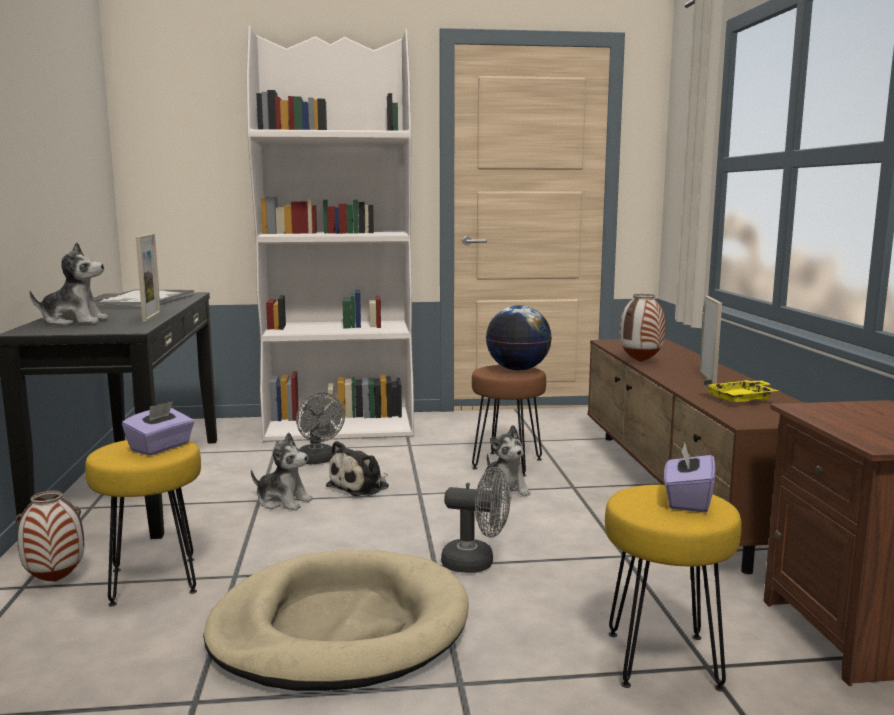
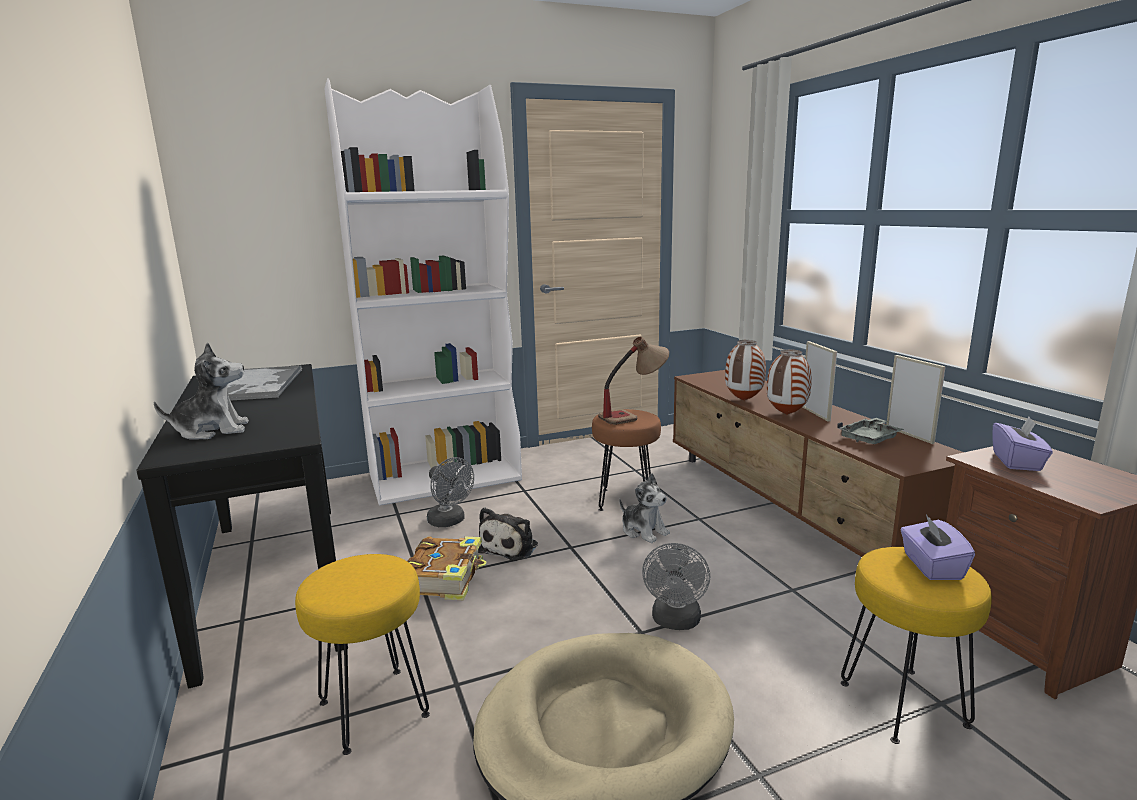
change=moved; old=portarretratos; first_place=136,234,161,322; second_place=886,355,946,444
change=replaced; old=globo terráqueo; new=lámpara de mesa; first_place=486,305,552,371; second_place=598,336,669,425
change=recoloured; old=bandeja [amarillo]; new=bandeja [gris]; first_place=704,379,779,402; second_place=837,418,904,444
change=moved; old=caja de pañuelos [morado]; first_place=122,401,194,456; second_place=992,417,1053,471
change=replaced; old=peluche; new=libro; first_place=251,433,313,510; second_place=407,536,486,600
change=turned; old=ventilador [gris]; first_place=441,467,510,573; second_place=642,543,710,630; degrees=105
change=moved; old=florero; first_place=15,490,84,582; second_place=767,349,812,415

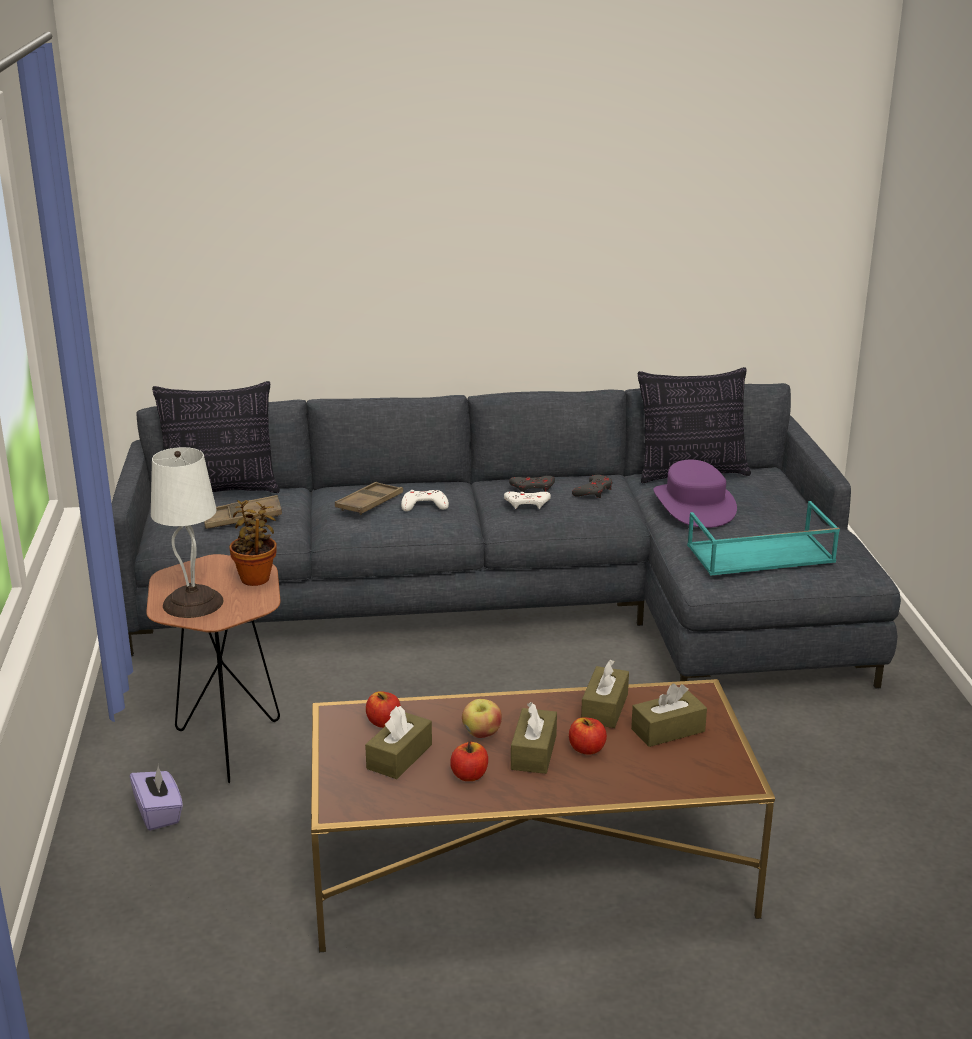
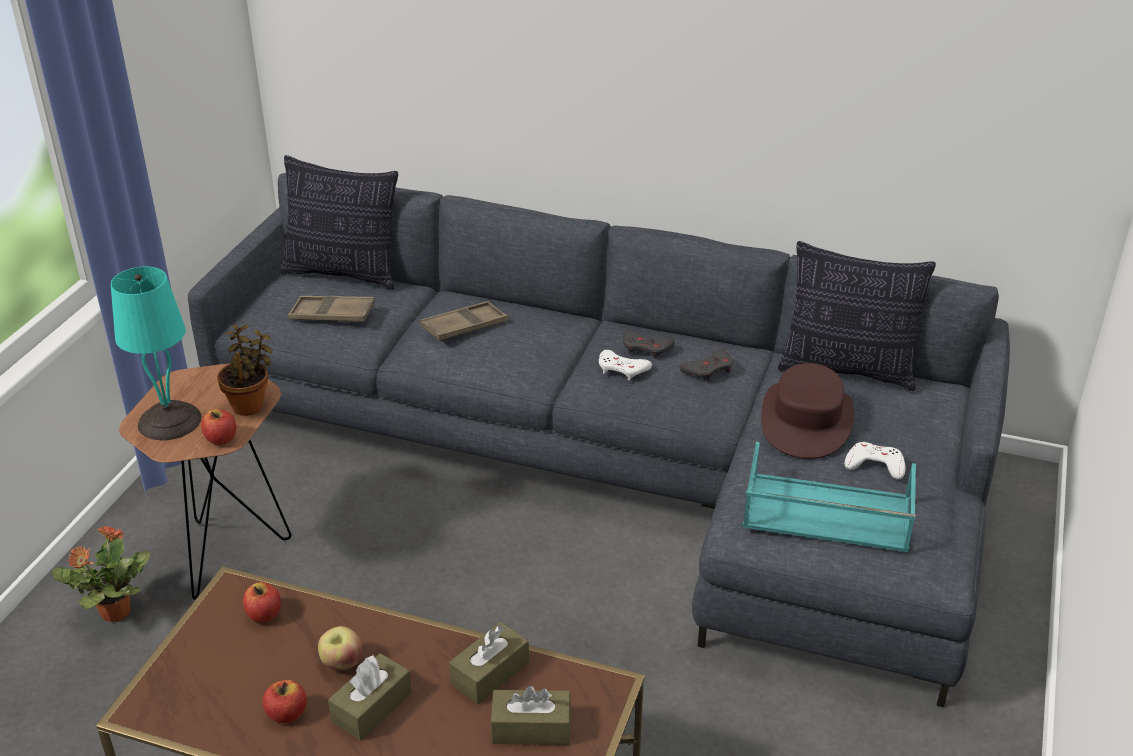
change=recoloured; old=lámpara de mesa [blanco]; new=lámpara de mesa [turquesa]; first_place=151,447,224,618; second_place=111,267,202,440
change=recoloured; old=sombrero [morado]; new=sombrero [marrón]; first_place=653,460,737,528; second_place=761,363,854,459
change=moved; old=mando de consola [blanco]; first_place=401,490,449,511; second_place=845,442,905,479
change=removed; old=caja de pañuelos [marrón]; first_place=365,706,432,779
change=moved; old=manzana; first_place=569,718,607,755; second_place=201,409,236,445
change=replaced; old=caja de pañuelos [morado]; new=planta en maceta; first_place=130,764,183,831; second_place=52,526,150,622

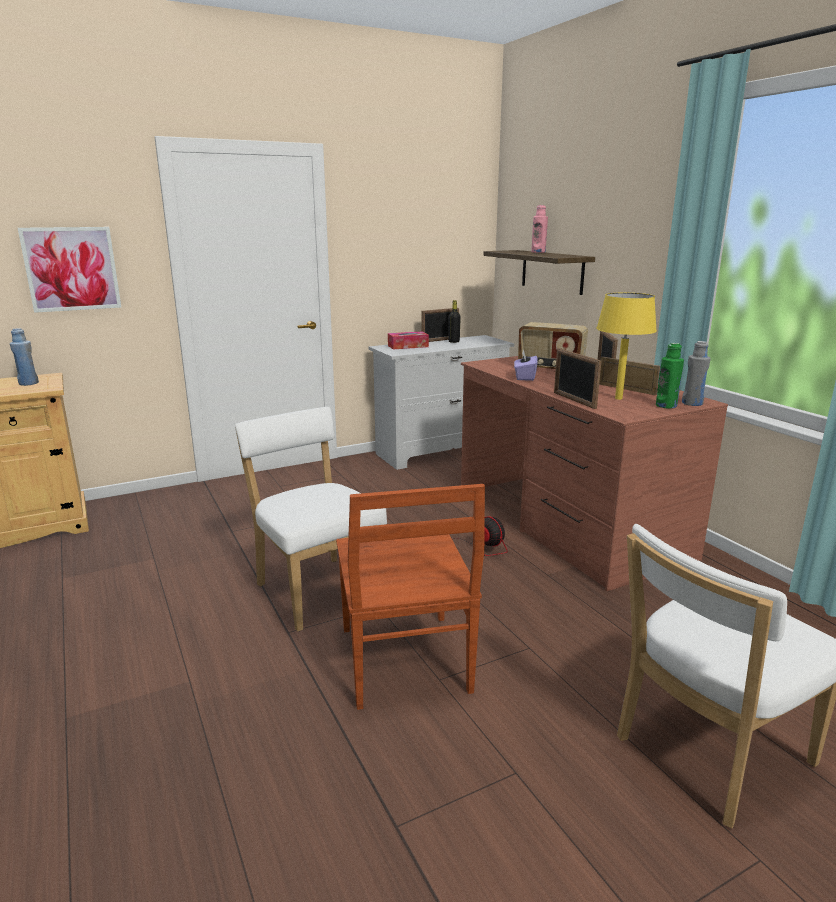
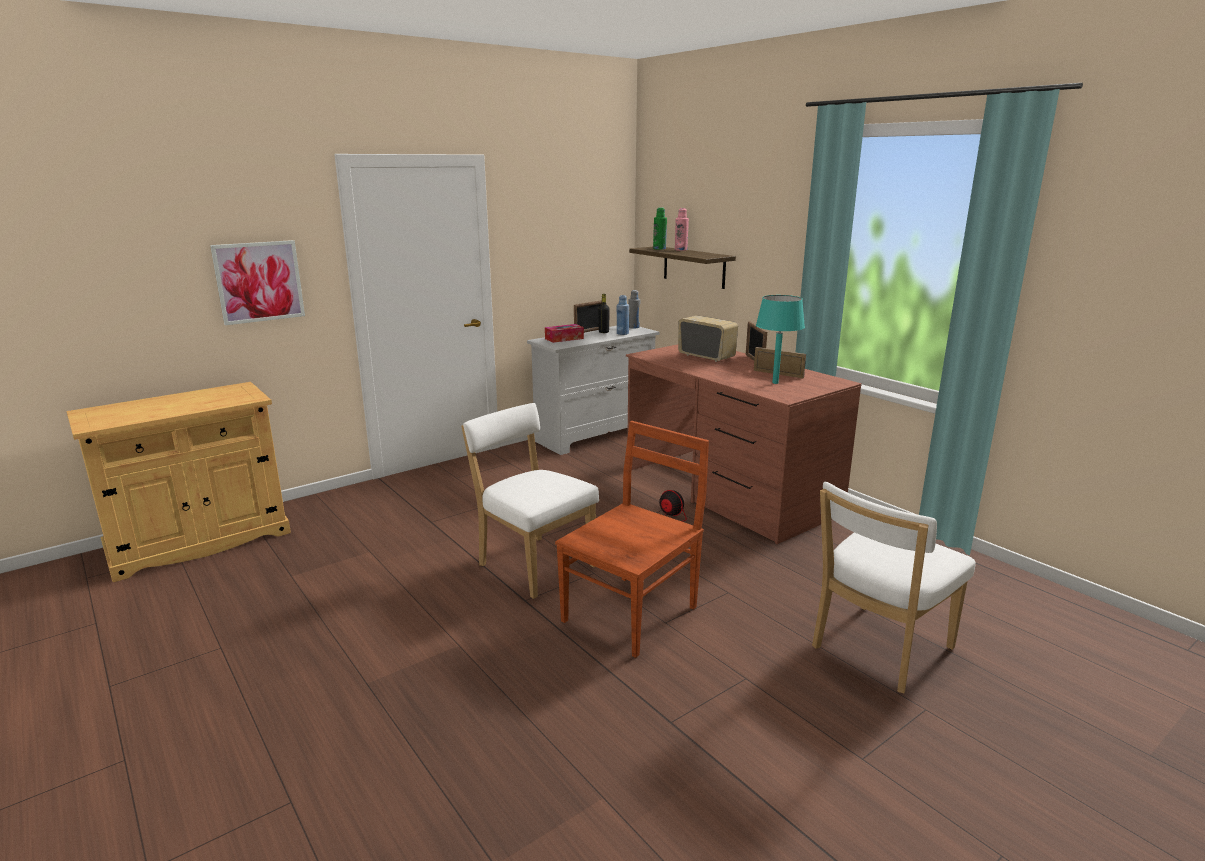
change=recoloured; old=lámpara de mesa [amarillo]; new=lámpara de mesa [turquesa]; first_place=596,293,657,400; second_place=756,295,805,384
change=turned; old=radio; first_place=518,322,588,369; second_place=678,315,738,362; degrees=-150
change=moved; old=botella [azul]; first_place=10,328,39,386; second_place=617,295,629,335
change=moved; old=botella [gris]; first_place=682,341,711,406; second_place=628,290,640,329
change=moved; old=botella [verde]; first_place=656,343,684,409; second_place=653,207,667,250
change=removed; old=portarretratos; first_place=554,348,601,409
change=removed; old=caja de pañuelos [morado]; first_place=514,349,538,381
change=turned; old=silla [marrón]; first_place=336,484,485,710; second_place=555,421,709,658; degrees=-120

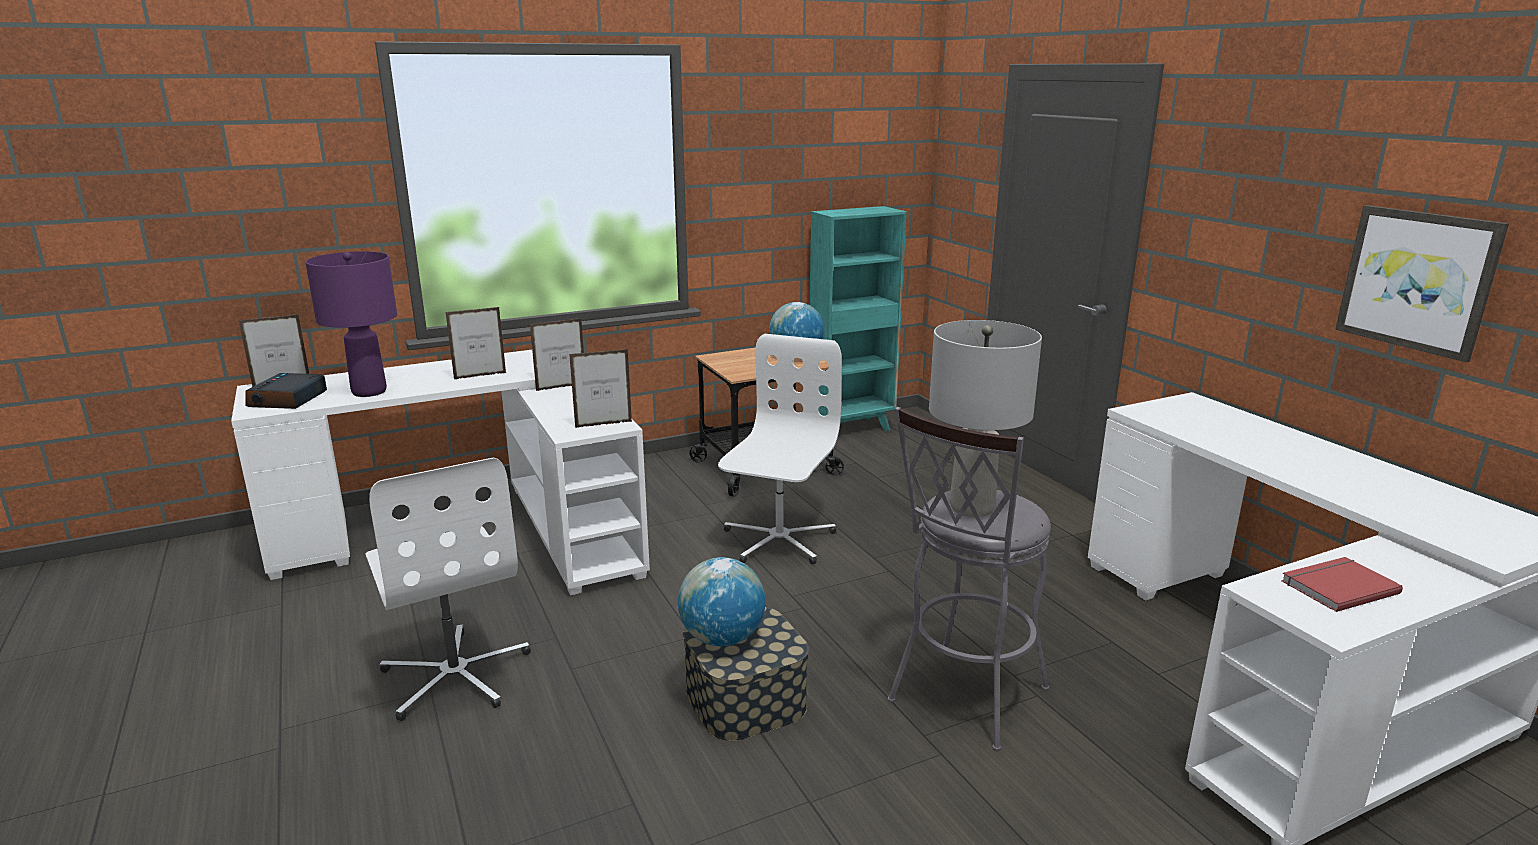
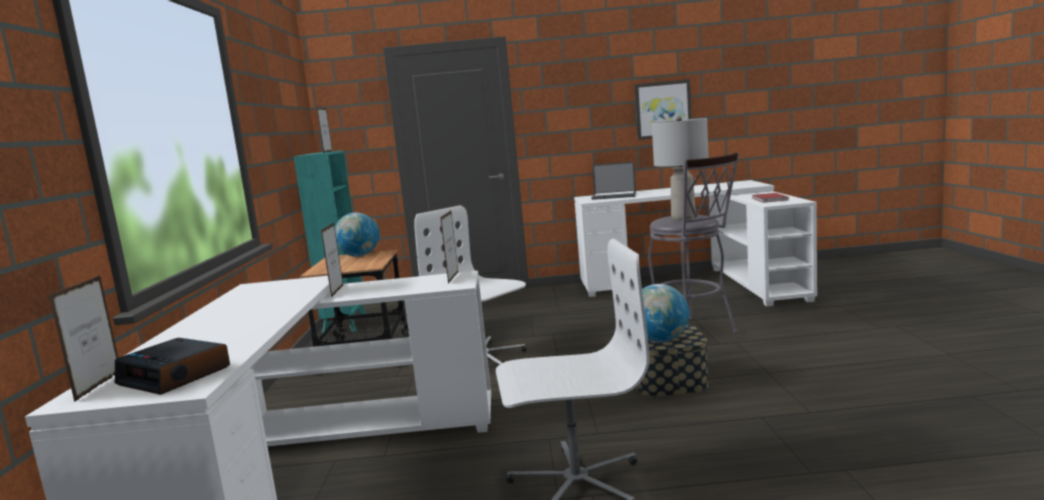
change=removed; old=lámpara de mesa [morado]; first_place=305,251,397,397
change=moved; old=portarretratos; first_place=446,307,506,379; second_place=317,107,333,153
change=added; new=portátil; second_place=591,162,636,200

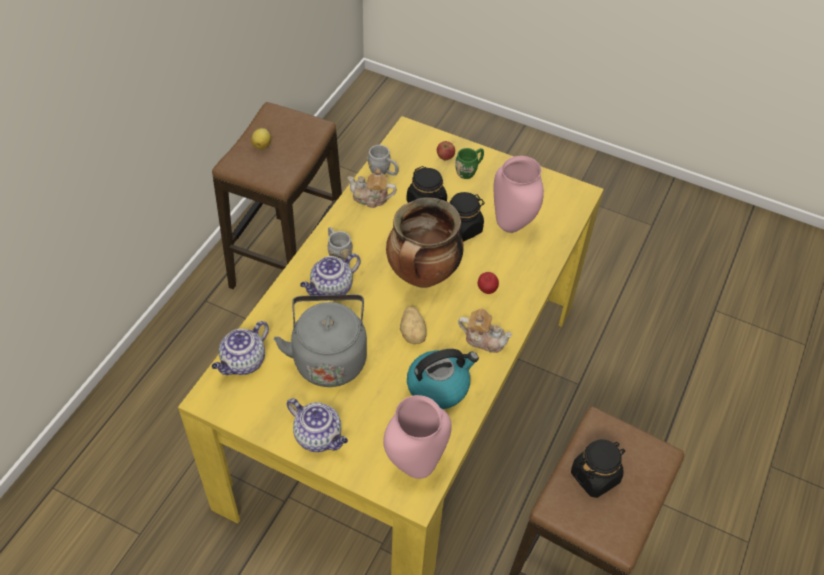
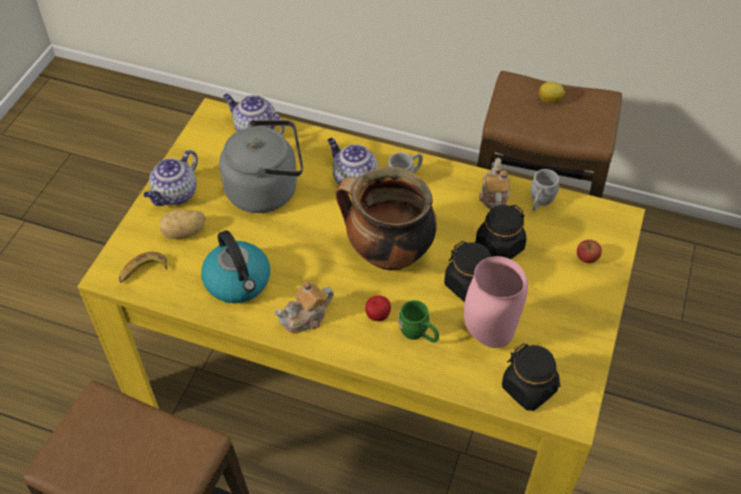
change=moved; old=taza grande [verde]; first_place=455,148,484,179; second_place=398,300,439,343
change=moved; old=patata; first_place=400,306,427,344; second_place=160,209,206,239
change=turned; old=tetera; first_place=458,308,512,353; second_place=274,281,334,333; degrees=45
change=replaced; old=florero [rosa]; new=plátano; first_place=383,395,452,479; second_place=119,252,167,283
change=moved; old=tarro [negro]; first_place=571,439,625,498; second_place=502,343,561,411

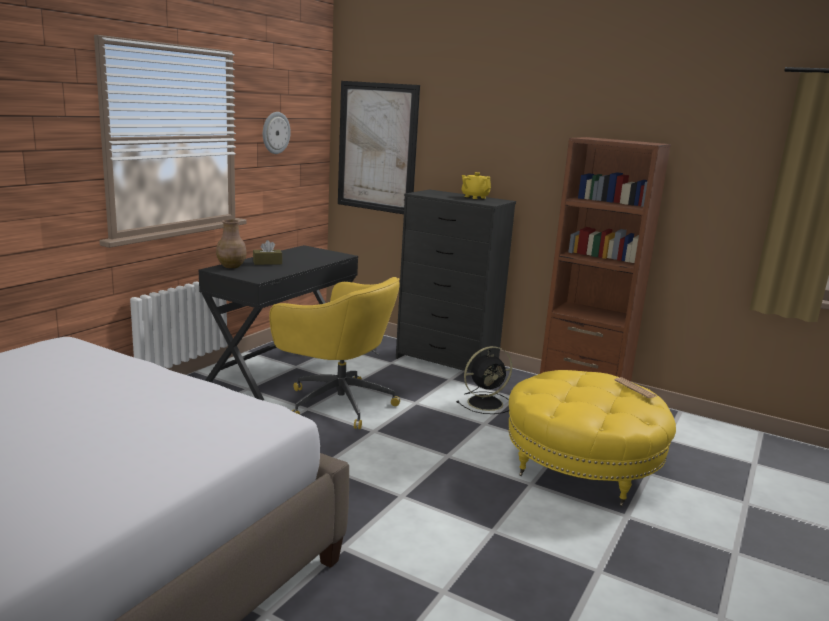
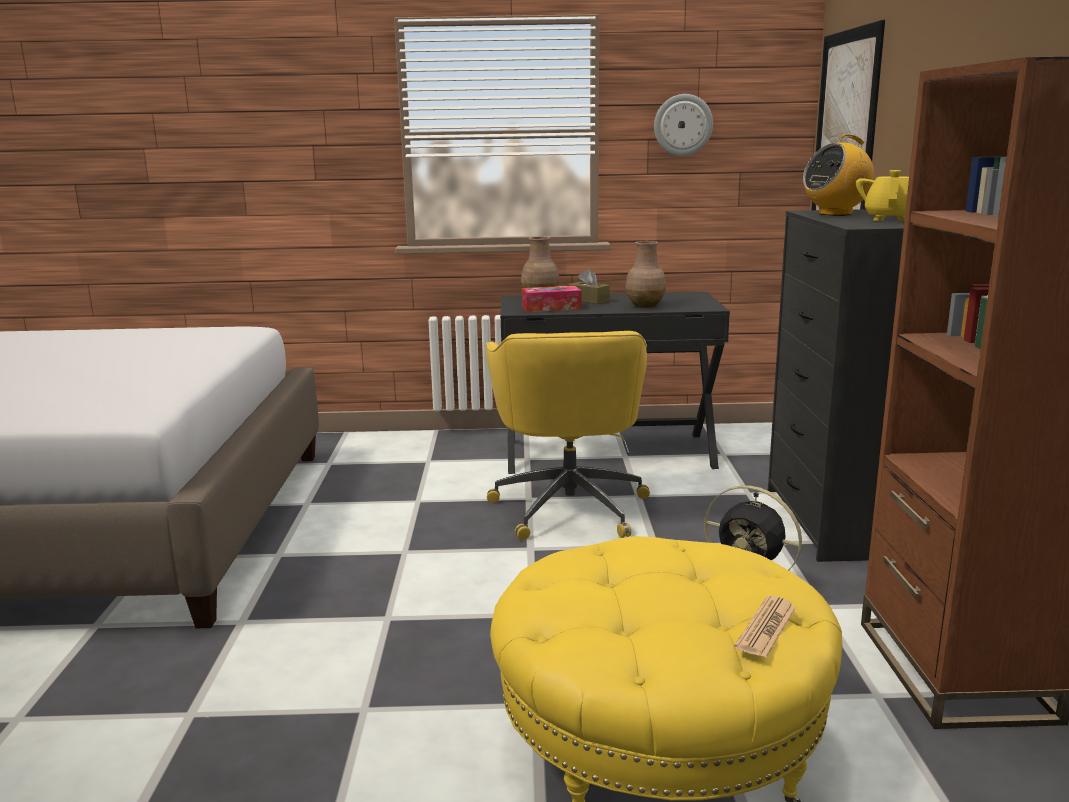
change=added; new=radio; second_place=803,135,874,216
change=added; new=florero [marrón]; second_place=625,241,666,308
change=added; new=caja de pañuelos; second_place=522,286,581,312

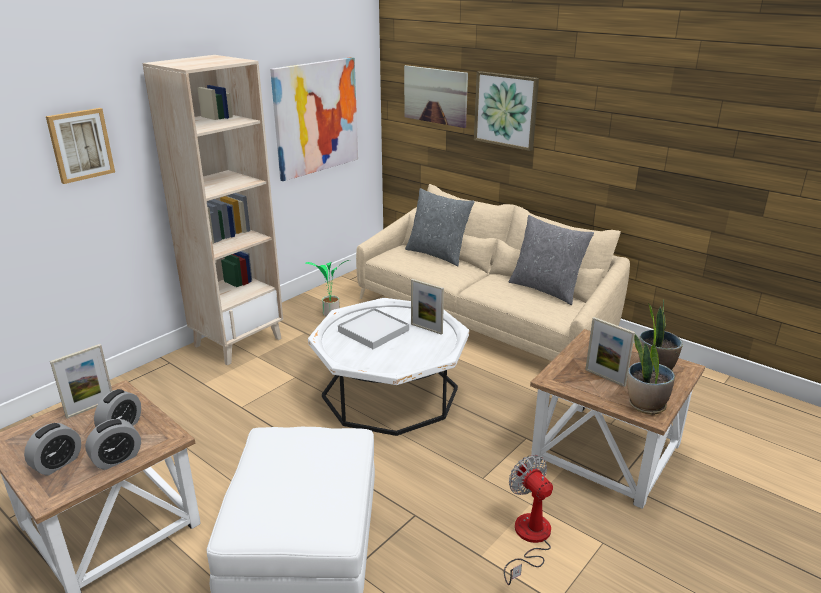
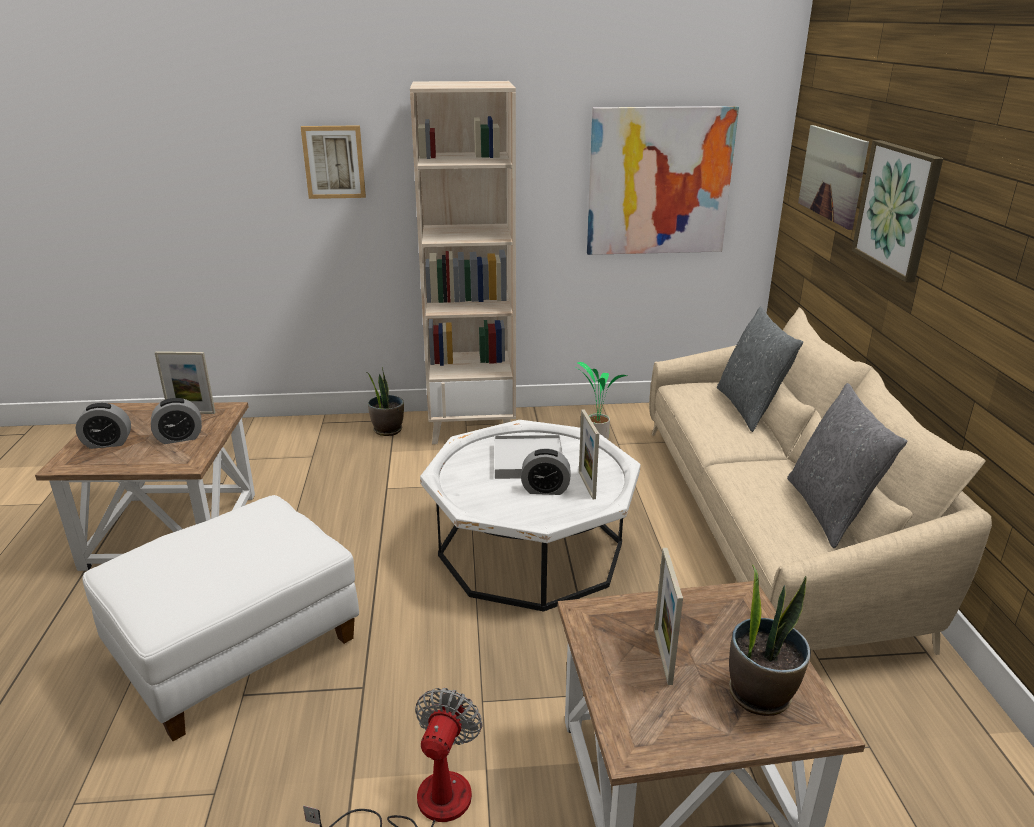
change=moved; old=planta en maceta; first_place=628,334,675,415; second_place=367,367,404,436
change=moved; old=despertador; first_place=85,419,141,470; second_place=521,448,571,495

